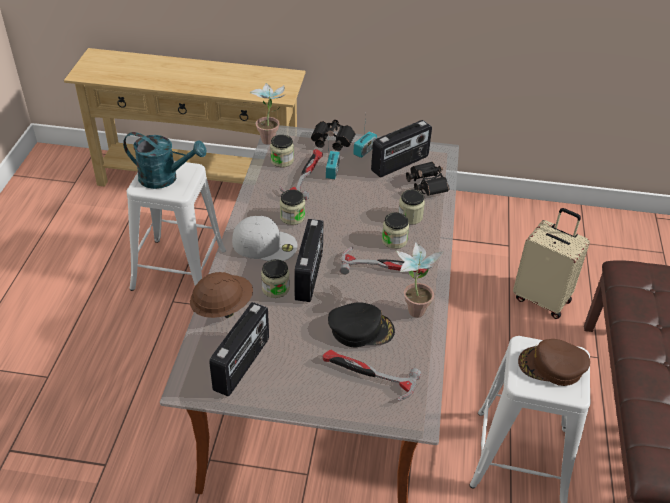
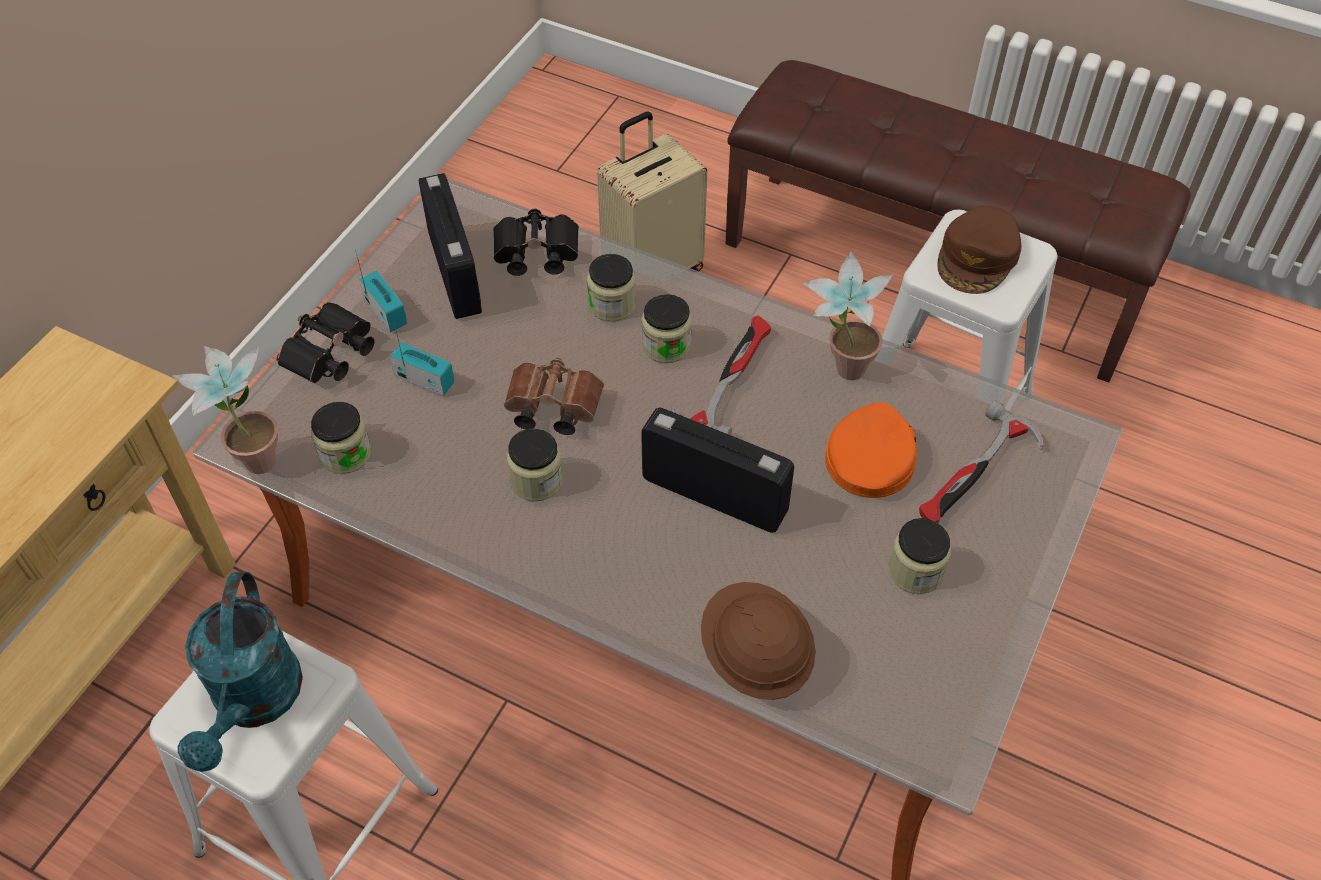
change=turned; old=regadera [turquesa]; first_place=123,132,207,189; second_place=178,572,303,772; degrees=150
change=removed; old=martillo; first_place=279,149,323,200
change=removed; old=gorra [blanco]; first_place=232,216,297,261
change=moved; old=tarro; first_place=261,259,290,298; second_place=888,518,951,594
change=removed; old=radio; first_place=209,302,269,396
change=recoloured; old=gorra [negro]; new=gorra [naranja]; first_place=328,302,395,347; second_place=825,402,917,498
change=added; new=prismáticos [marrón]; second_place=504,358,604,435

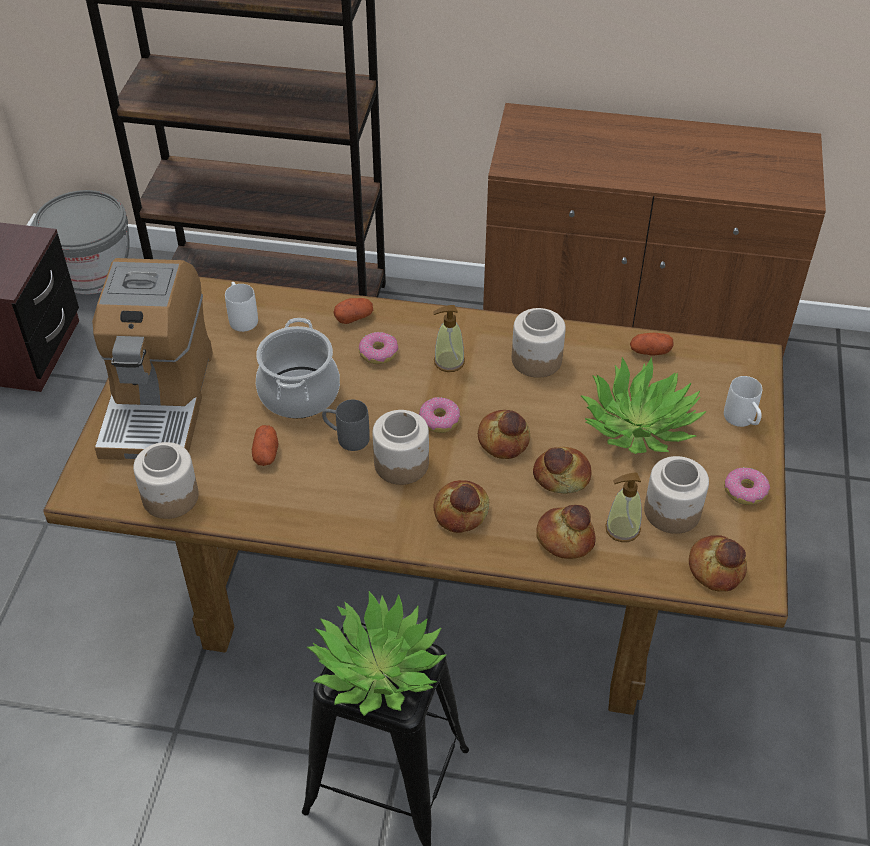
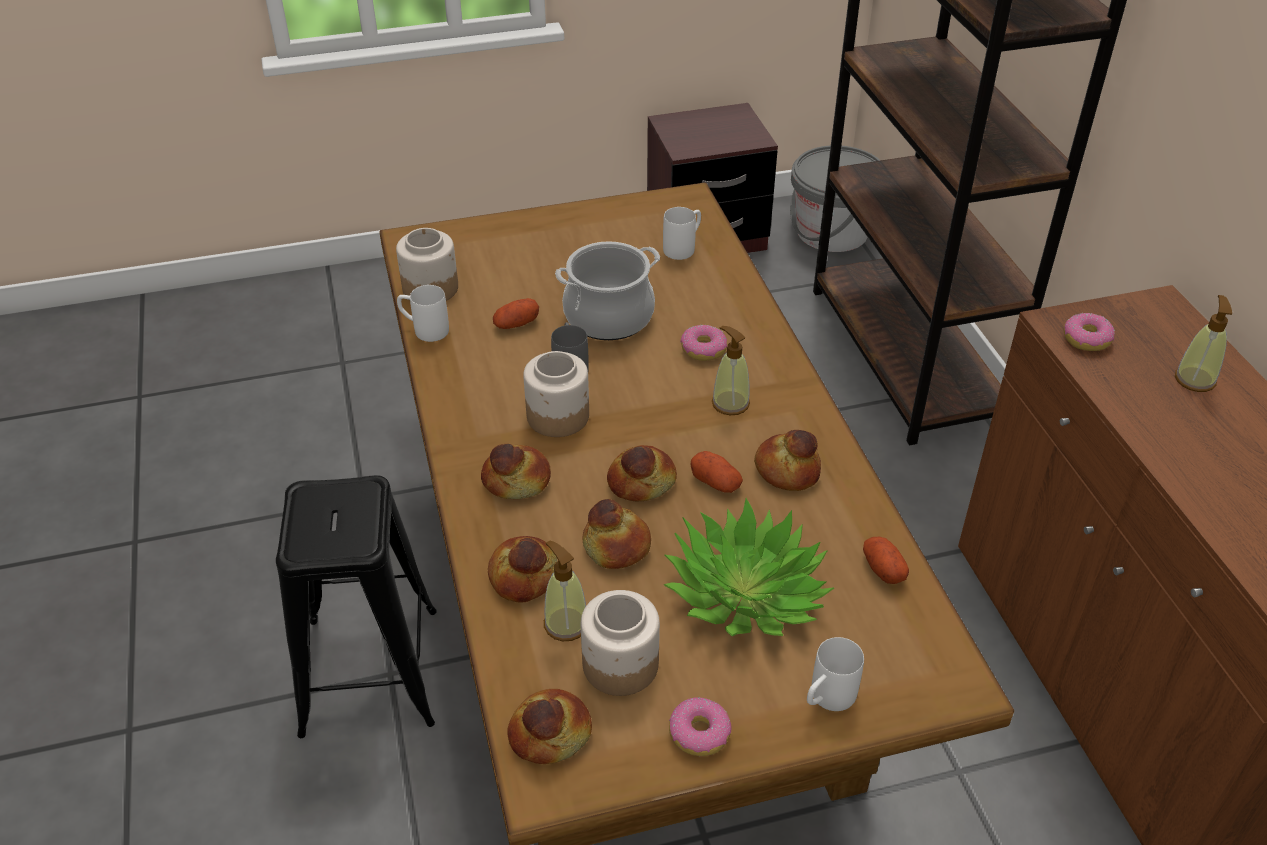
change=removed; old=cafetera; first_place=92,258,213,460
change=moved; old=patata; first_place=334,298,373,324; second_place=690,451,743,493
change=replaced; old=tarro; new=pan; first_place=512,308,566,378; second_place=754,430,821,491
change=moved; old=rosquilla; first_place=419,397,460,433; second_place=1064,313,1115,351
change=removed; old=planta en maceta; first_place=307,591,446,716
change=added; new=taza grande [blanco]; second_place=397,285,449,342
change=added; new=dispensador de jabón; second_place=1175,295,1232,392

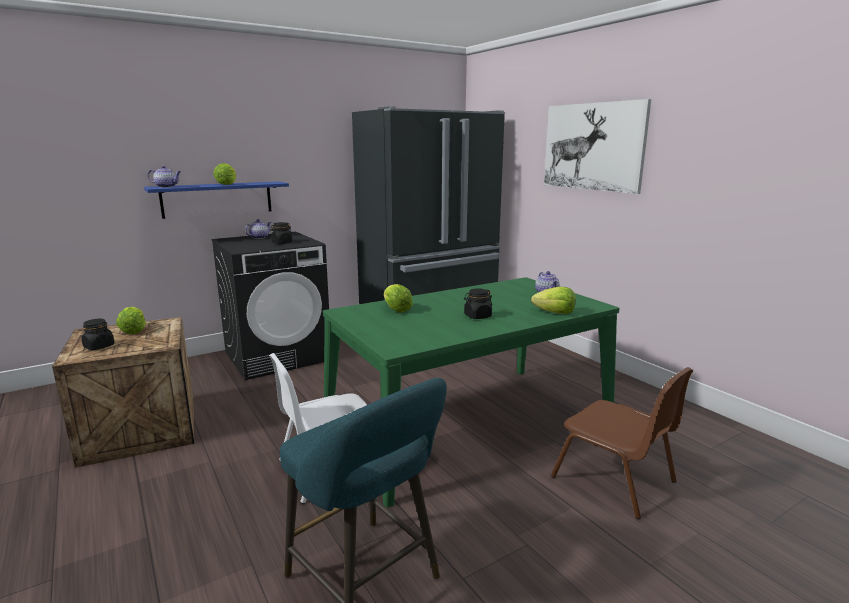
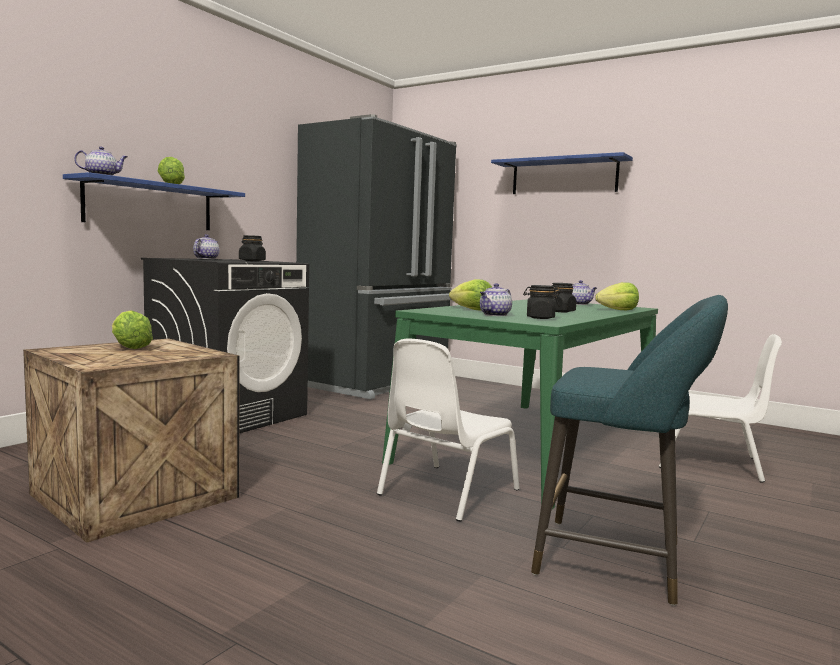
change=replaced; old=cuadro; new=estante [azul]; first_place=544,99,651,194; second_place=491,152,633,194
change=moved; old=tarro [negro]; first_place=81,319,115,350; second_place=523,285,559,319
change=recoloured; old=silla [marrón]; new=silla [blanco]; first_place=551,367,693,519; second_place=659,334,782,483
change=added; new=tetera; second_place=480,283,512,316

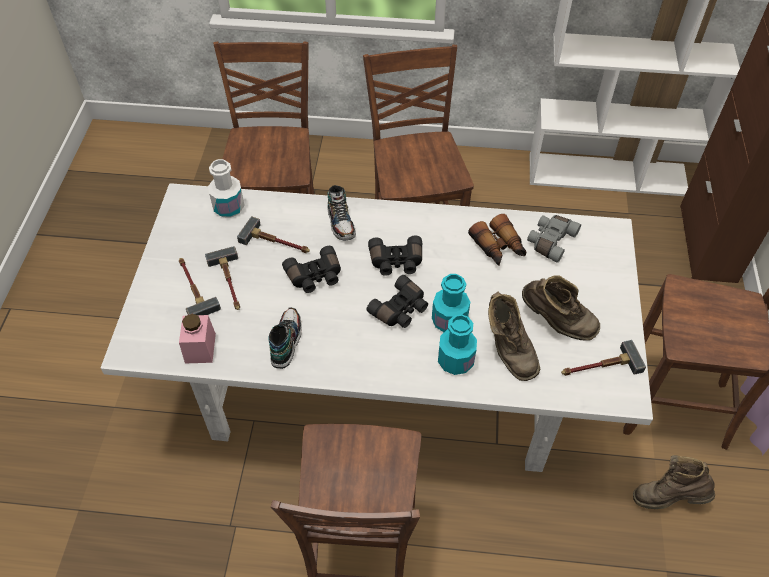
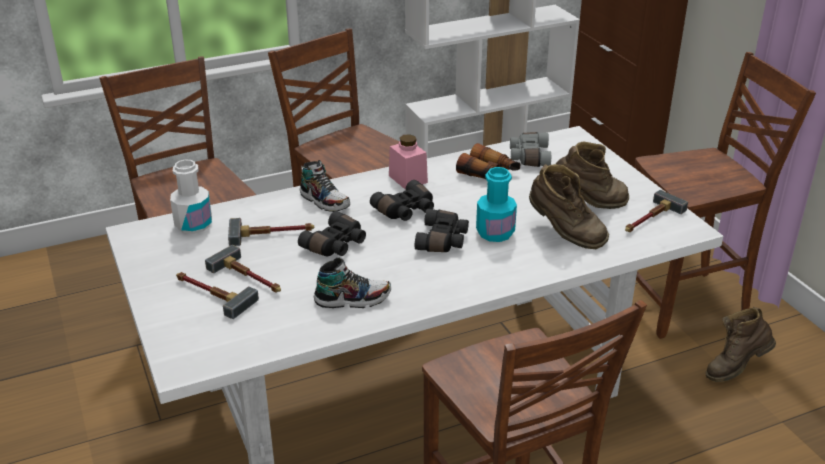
change=turned; old=zapato; first_place=269,307,302,369; second_place=314,258,391,308; degrees=105
change=moved; old=tarro [rosa]; first_place=179,314,216,363; second_place=389,134,428,190
change=removed; old=botella [turquesa]; first_place=438,314,477,375

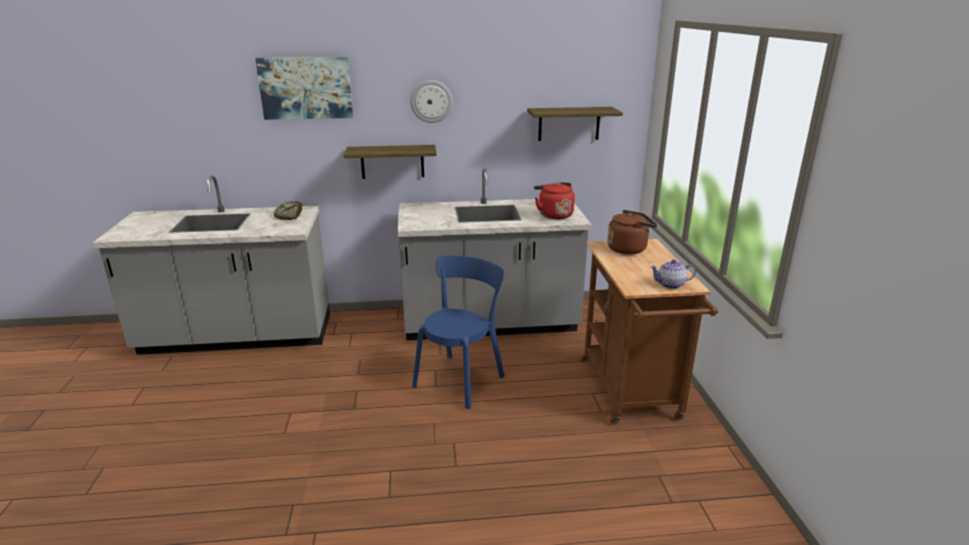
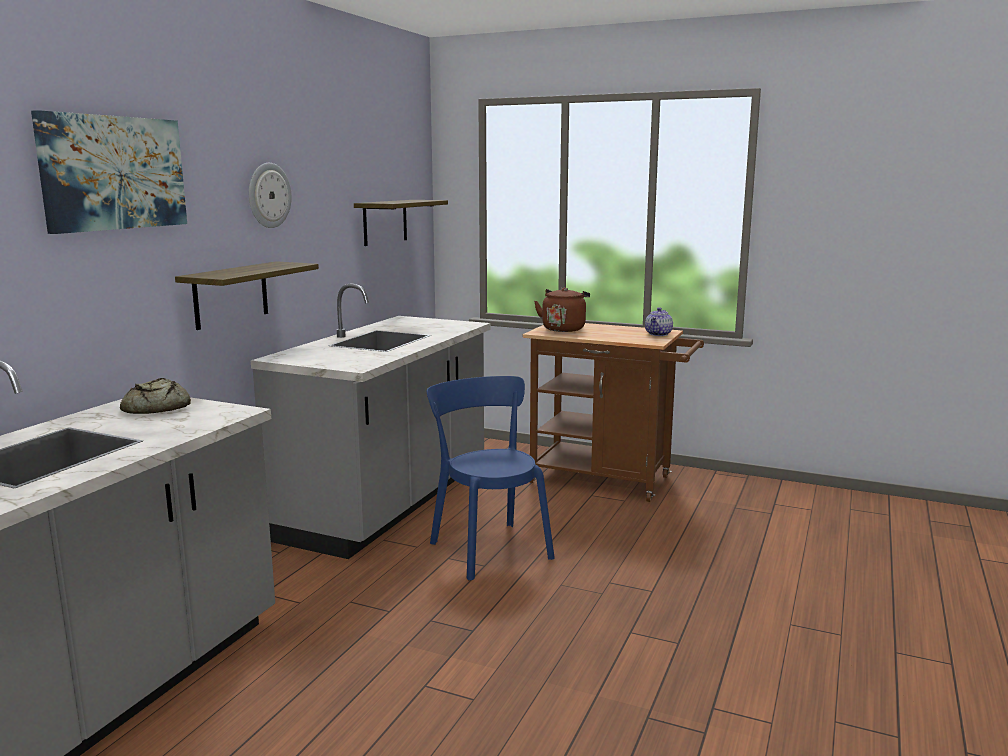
change=removed; old=hervidor [rojo]; first_place=534,183,575,219

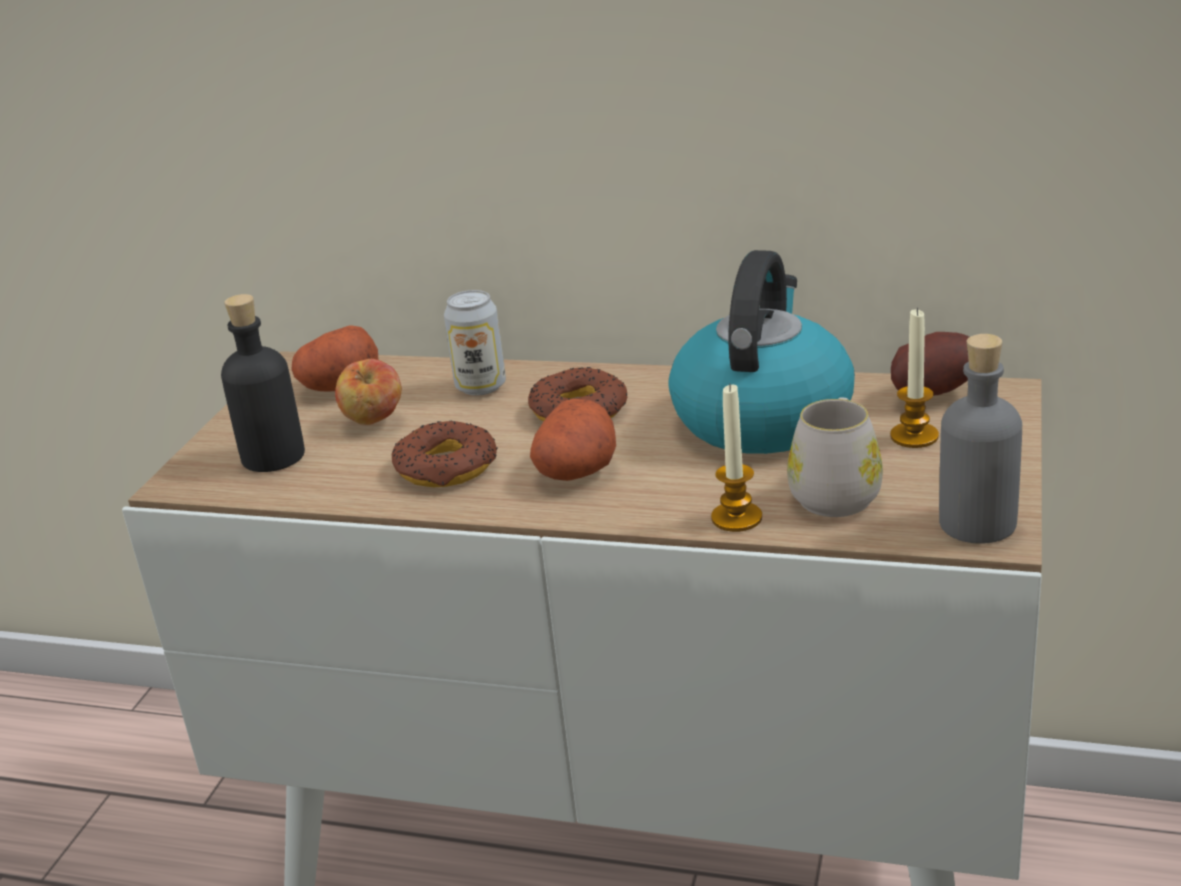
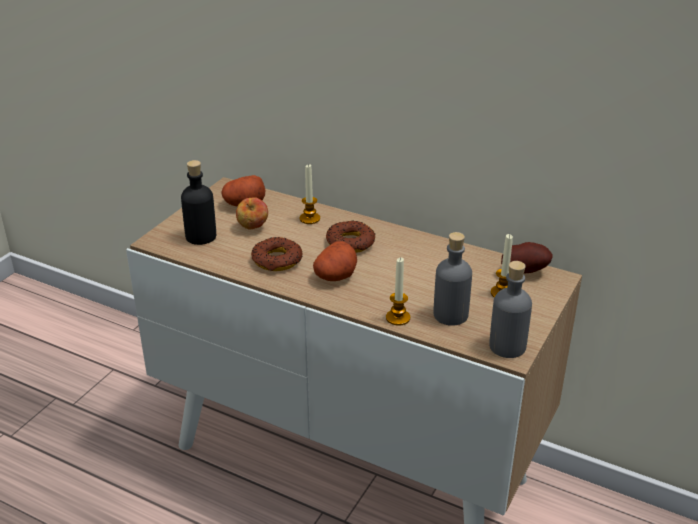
change=removed; old=hervidor; first_place=669,250,855,454
change=replaced; old=lata; new=vela; first_place=444,290,506,395; second_place=300,164,320,224
change=replaced; old=taza grande [blanco]; new=botella [gris]; first_place=787,397,883,517; second_place=433,232,472,326

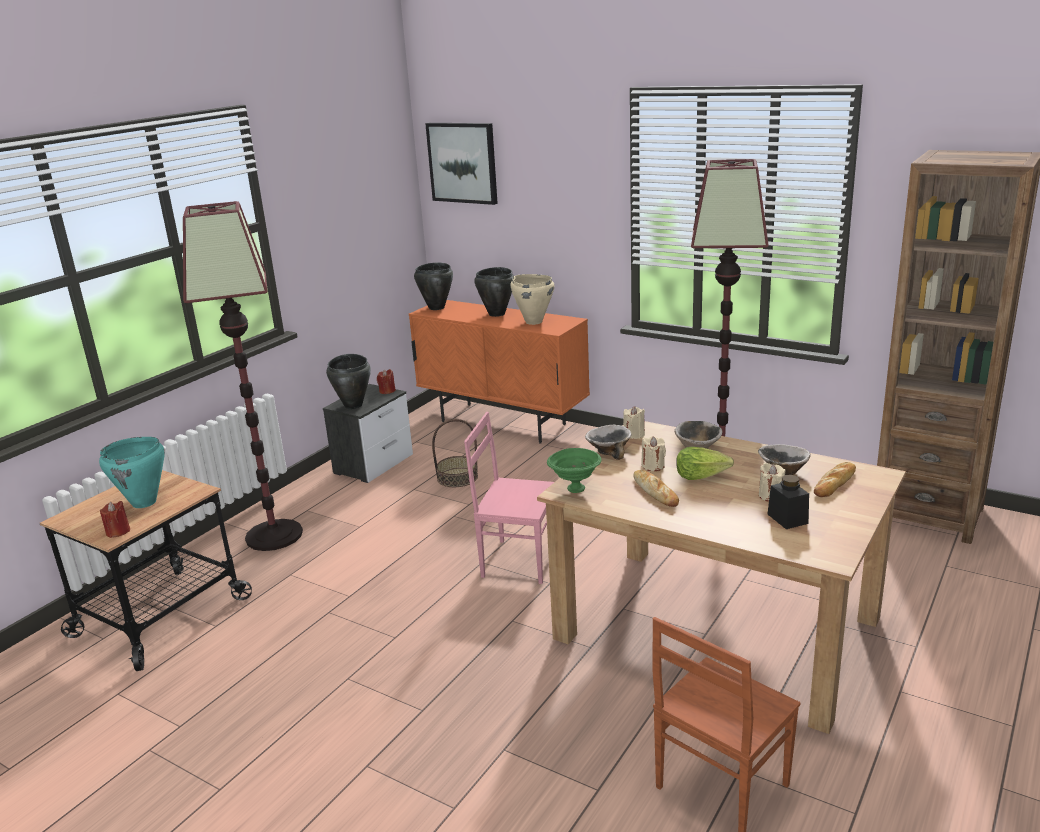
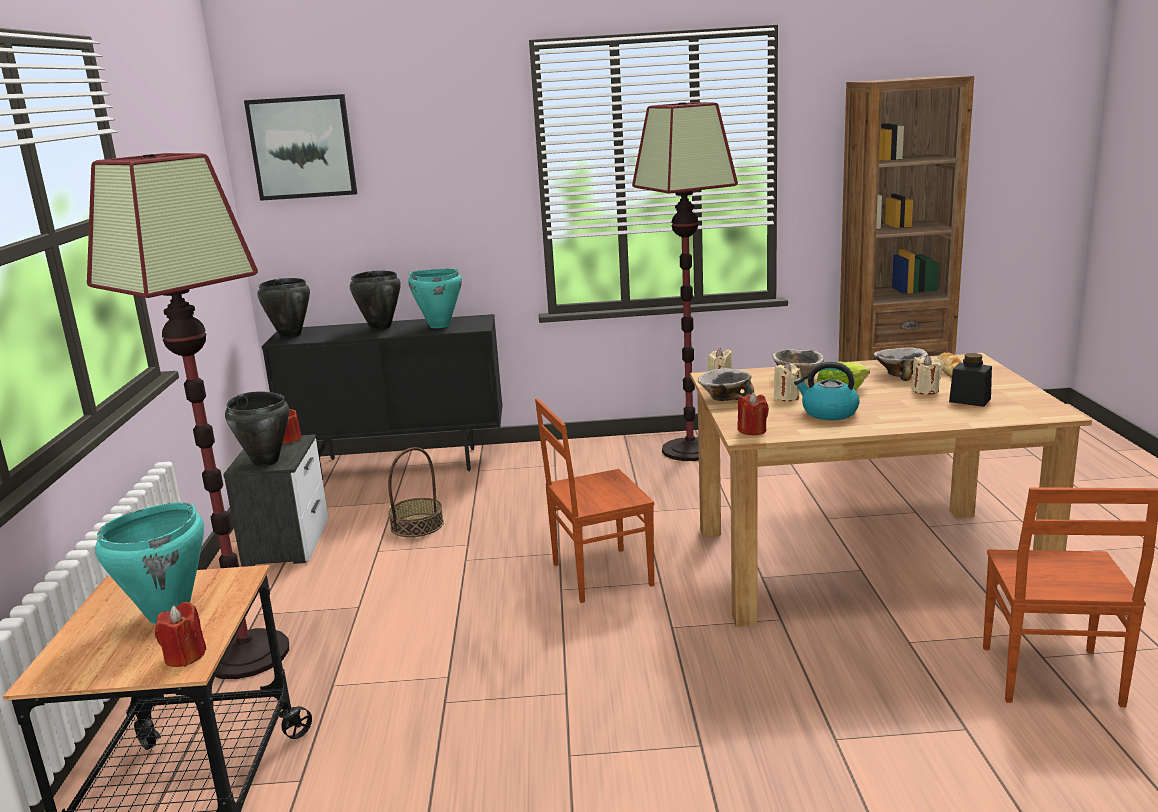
change=recoloured; old=olla [beis]; new=olla [turquesa]; first_place=510,274,554,325; second_place=408,269,462,328
change=recoloured; old=armario [naranja]; new=armario [negro]; first_place=409,300,590,443; second_place=262,314,503,480
change=recoloured; old=silla [rosa]; new=silla [marrón]; first_place=464,412,554,584; second_place=535,398,654,603
change=replaced; old=cuenco [verde]; new=vela [rojo]; first_place=547,448,602,493; second_place=737,392,769,435
change=replaced; old=pan; new=hervidor; first_place=633,470,679,507; second_place=794,362,860,420

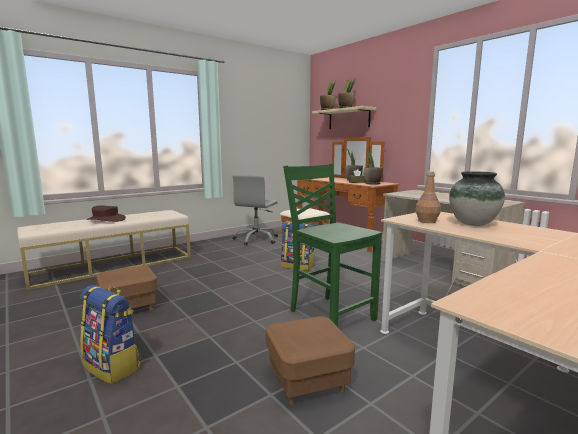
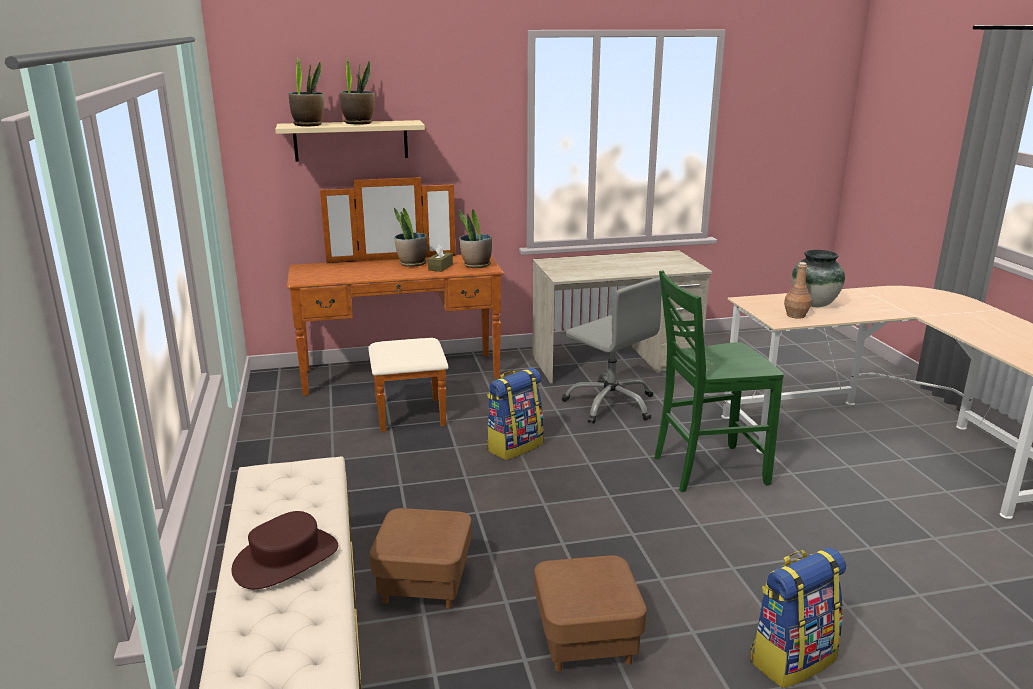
change=moved; old=silla de oficina [gris]; first_place=233,175,278,246; second_place=562,277,662,424
change=moved; old=puf [marrón]; first_place=266,316,355,405; second_place=369,508,472,609

